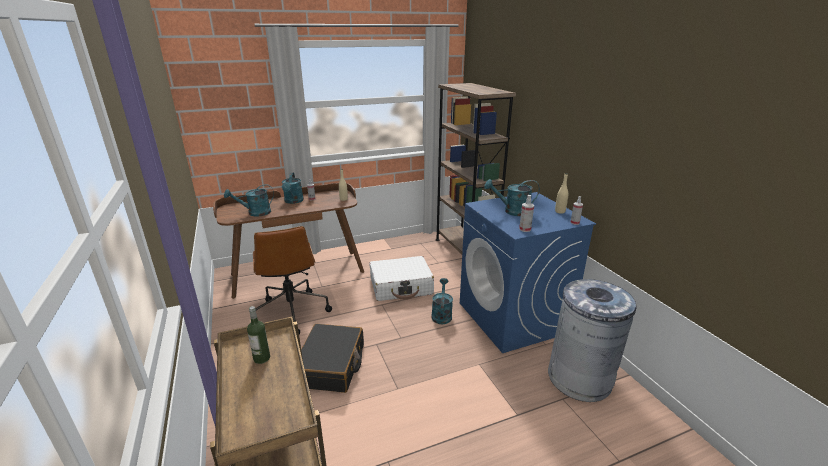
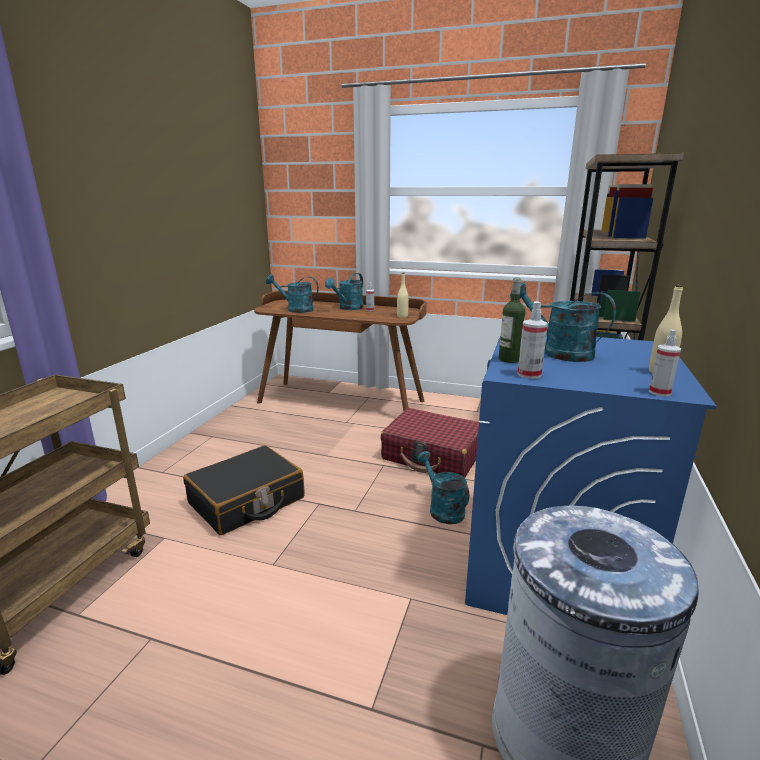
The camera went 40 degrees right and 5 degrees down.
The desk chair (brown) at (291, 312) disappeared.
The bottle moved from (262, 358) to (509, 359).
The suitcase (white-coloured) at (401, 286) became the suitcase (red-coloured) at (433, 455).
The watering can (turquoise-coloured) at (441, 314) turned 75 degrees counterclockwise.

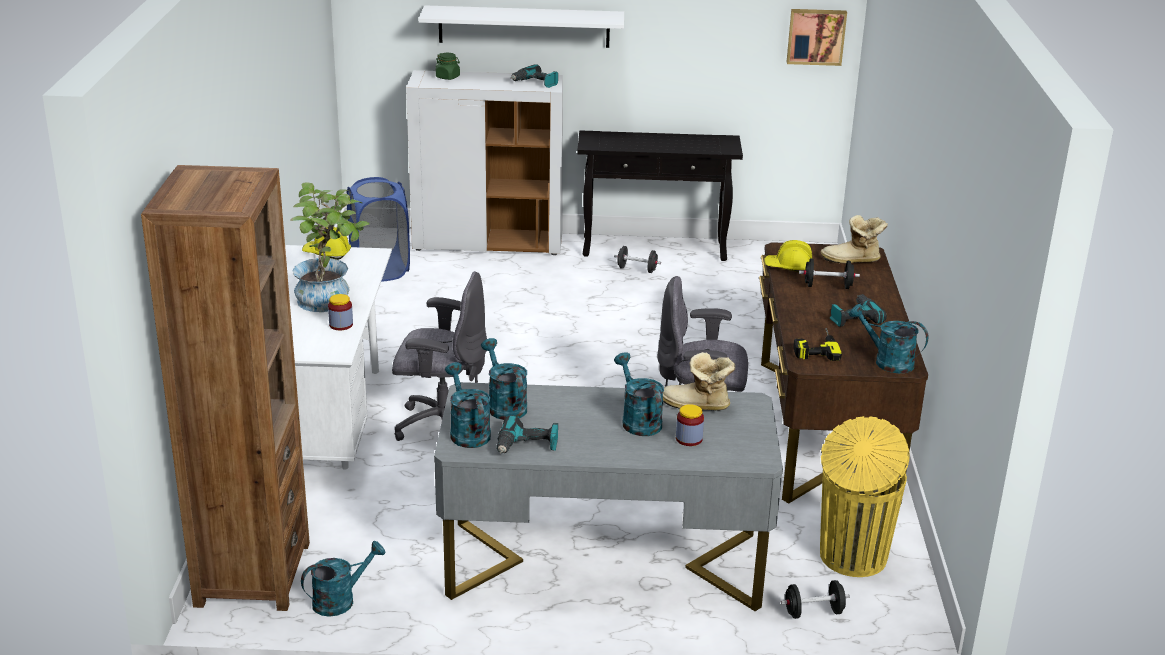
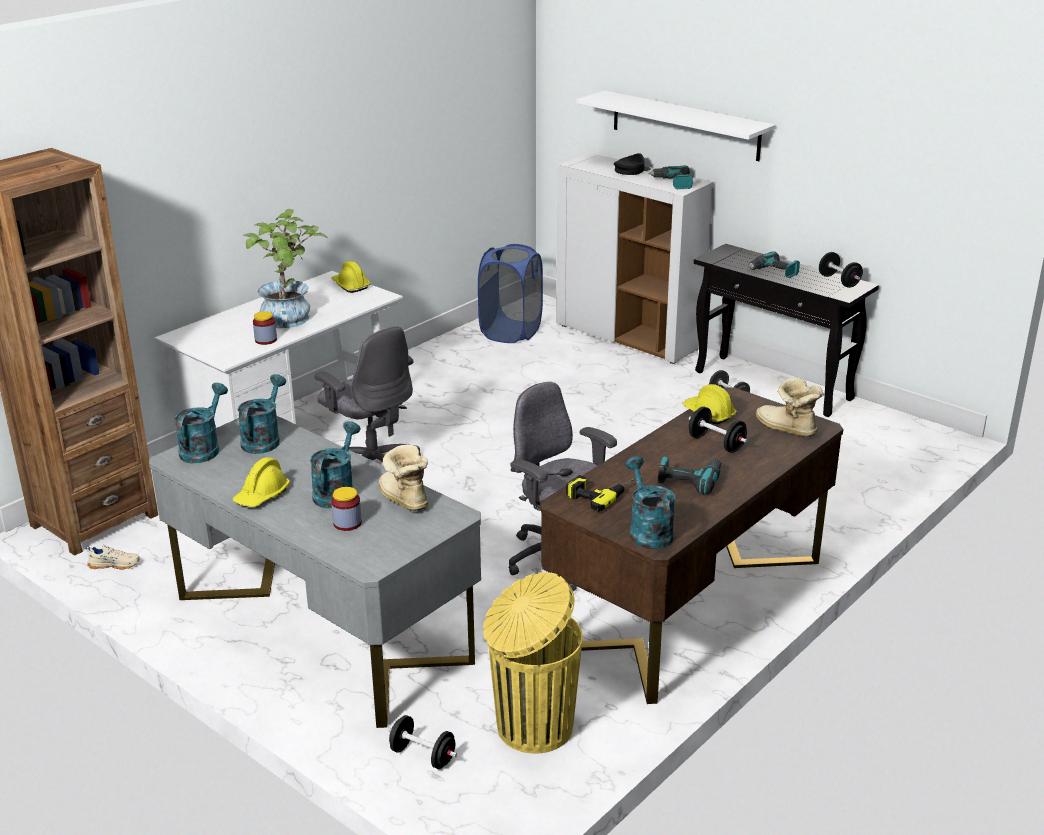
The camera went 40 degrees right and 0 degrees up.
The jar (greenish) at (448, 77) disappeared.
The wall picture at (816, 36) disappeared.
The hard hat (yellow) at (262, 496) appeared.
The peaked cap (black-coloured) at (631, 170) appeared.
The hand weight (black-coloured) at (839, 281) appeared.
The drill moved from (527, 446) to (773, 272).
The watering can (turquoise-coloured) at (340, 600) was replaced by the low shoe (sand-coloured) at (115, 564).

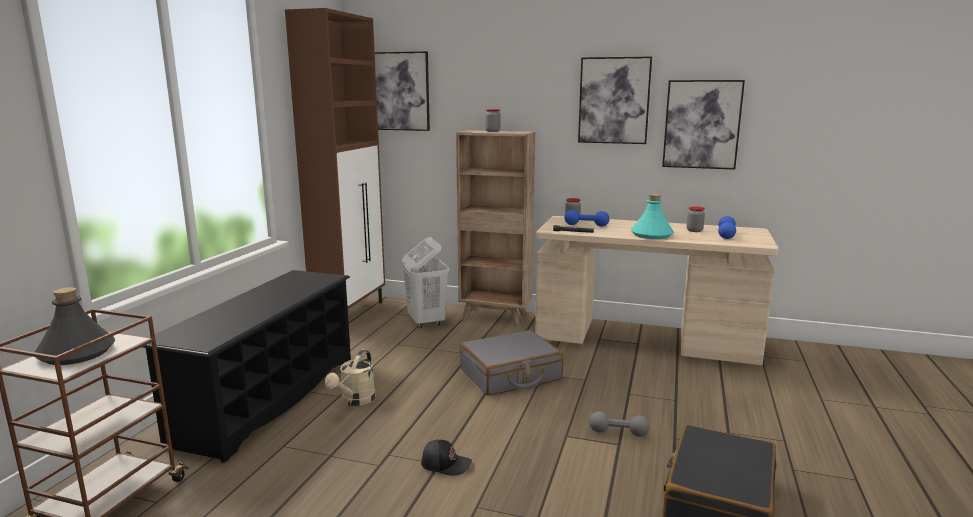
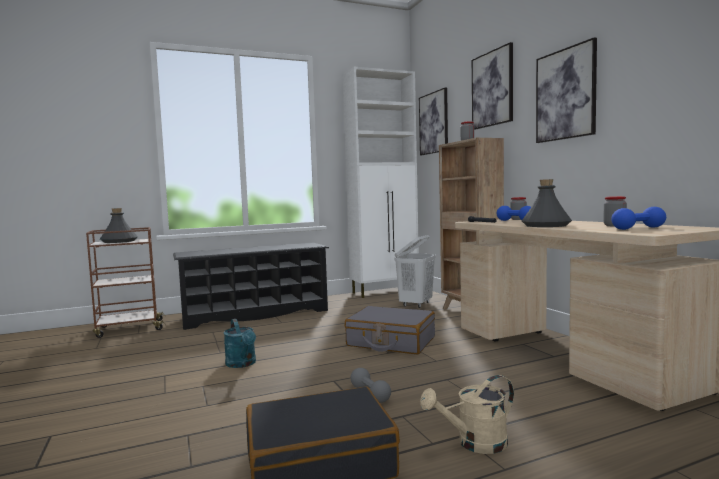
The camera went 50 degrees right and 10 degrees down.
The watering can (sand-coloured) moved from (355, 401) to (474, 443).
The wall picture moved from (702, 124) to (492, 89).
The peaked cap (black-coloured) at (445, 464) was replaced by the watering can (turquoise-coloured) at (242, 364).
The cabinet (brown) at (350, 313) became the cabinet (white-coloured) at (385, 292).
The bottle (turquoise-coloured) at (652, 235) became the bottle (grey) at (546, 225).

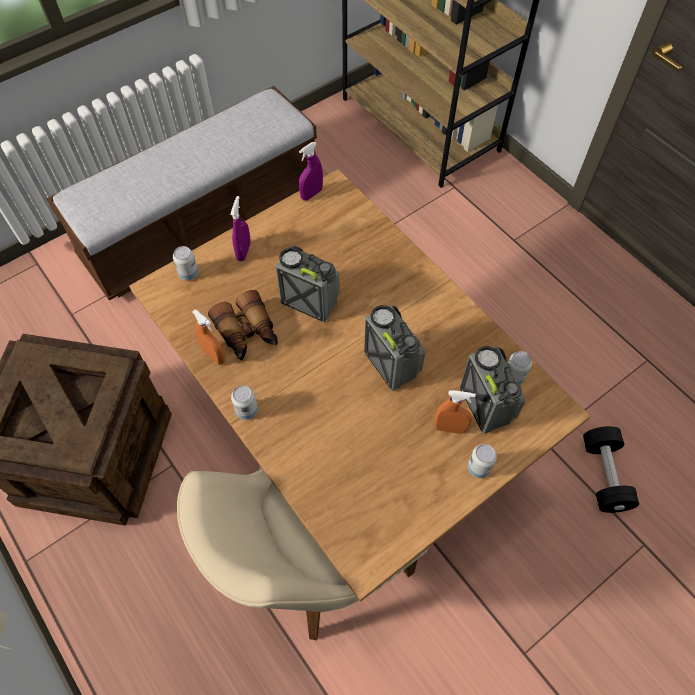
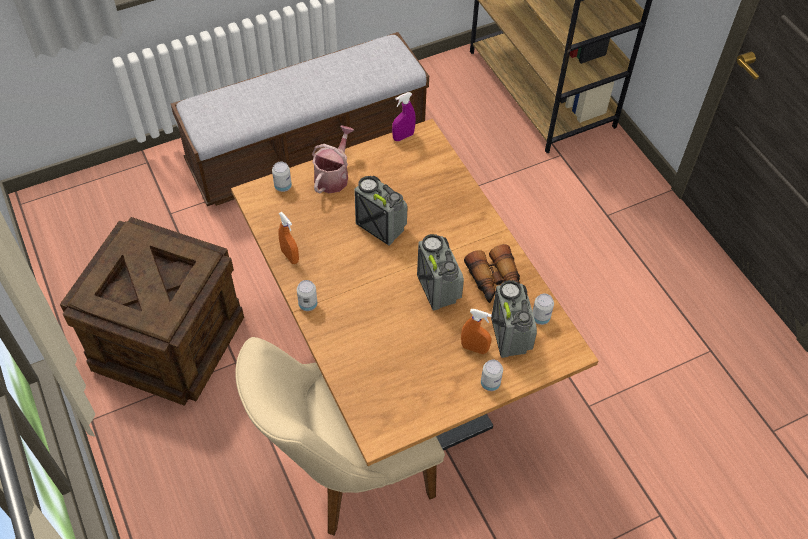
The camera went 10 degrees right and 5 degrees down.
The hand weight (black-coloured) at (604, 475) disappeared.
The binoculars moved from (247, 333) to (495, 281).
The hand sprayer (purple) at (244, 251) was replaced by the watering can at (333, 176).

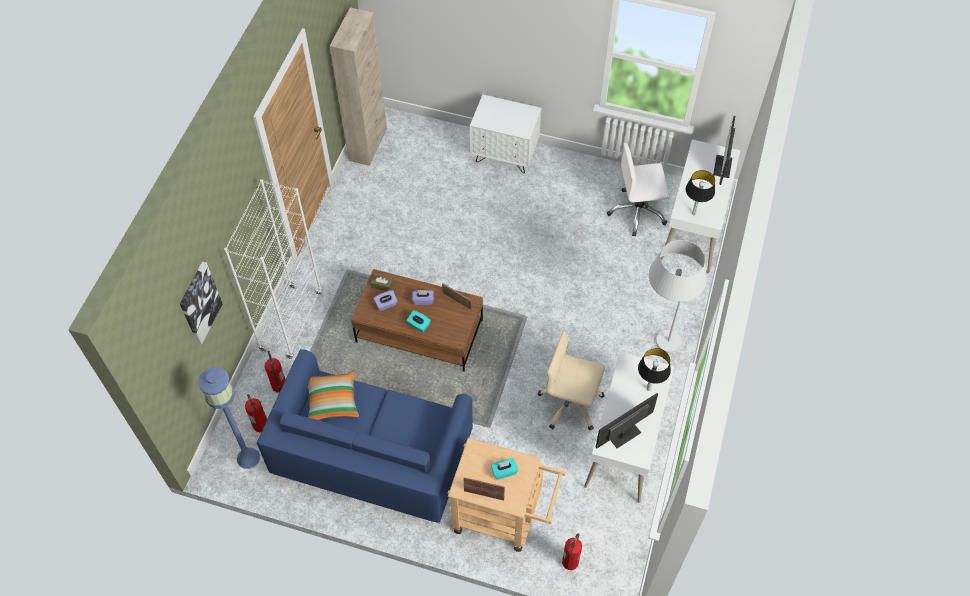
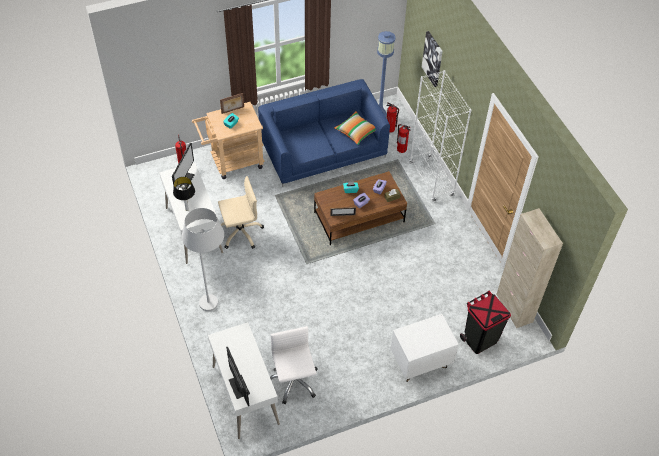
The camera went 140 degrees right and 5 degrees down.
The tabletop lamp at (694, 213) disappeared.
The waste bin (black-coloured) at (479, 339) appeared.
The desk chair (white-coloured) at (637, 212) turned 60 degrees counterclockwise.

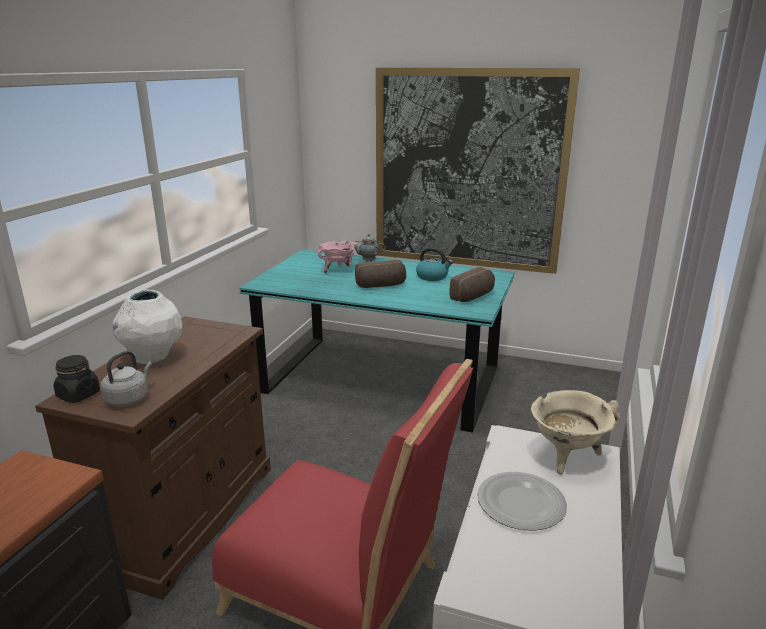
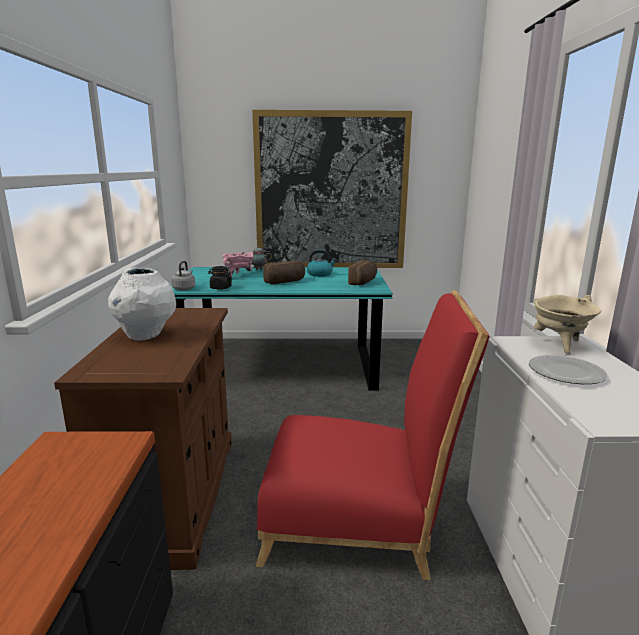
The camera went 20 degrees left and 5 degrees down.
The jar (black-coloured) moved from (78, 395) to (220, 288).
The kettle (grey) moved from (129, 398) to (184, 288).

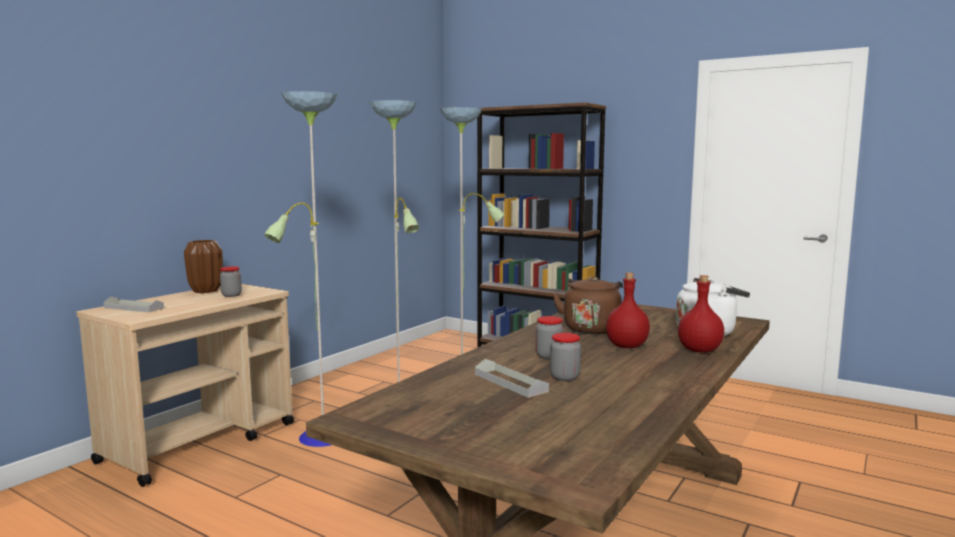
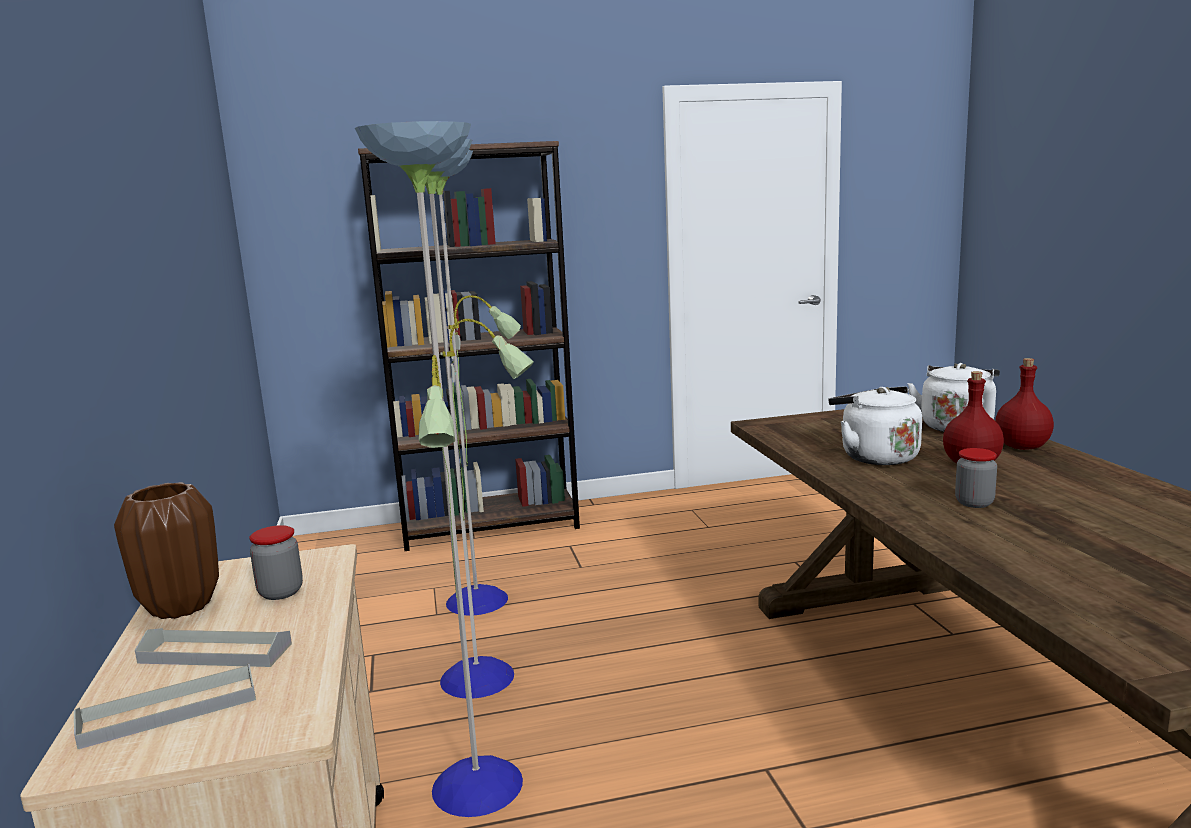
The camera went 45 degrees left and 5 degrees up.
The jar at (564, 377) disappeared.
The serving tray (grey) moved from (510, 383) to (215, 653).
The kettle (brown) at (591, 328) became the kettle (white-coloured) at (875, 457).

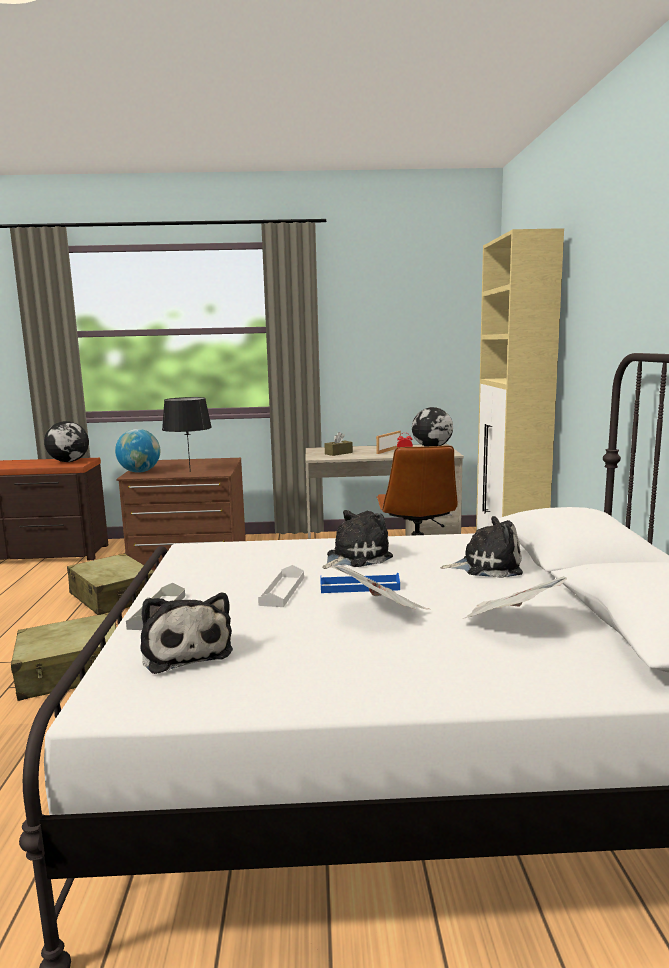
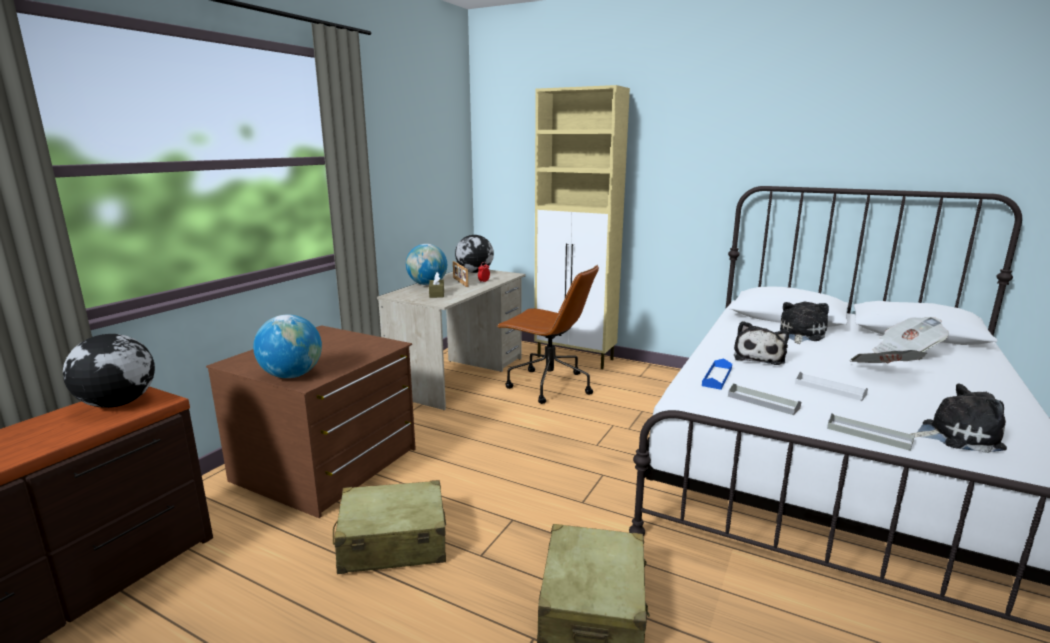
The camera went 60 degrees left and 5 degrees up.
The tabletop lamp (black-coloured) at (190, 472) disappeared.
The desk globe at (427, 284) appeared.
The serving tray (grey) at (763, 402) appeared.
The serving tray (blue) moved from (359, 587) to (717, 377).
The soft toy at (355, 557) turned 150 degrees counterclockwise.

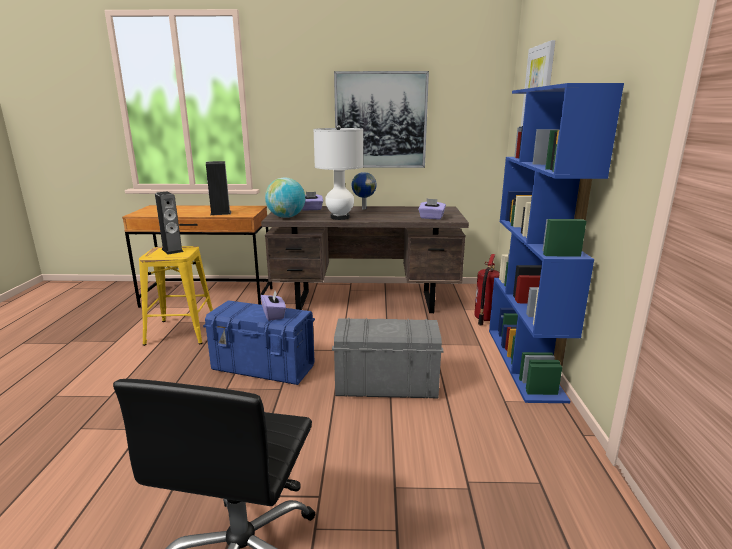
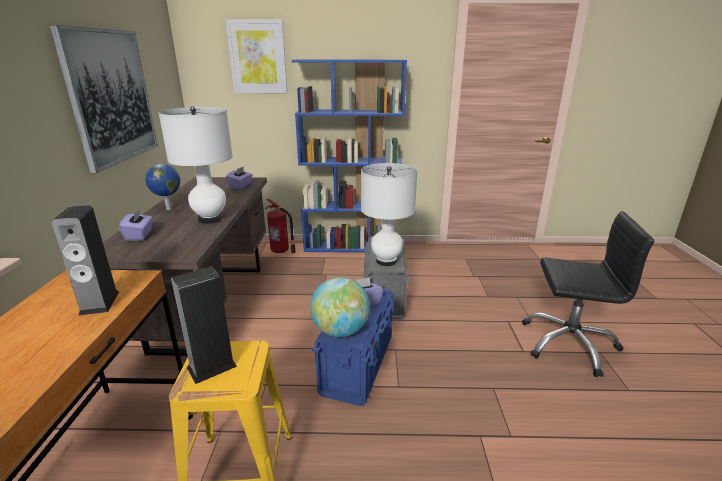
The camera went 90 degrees left and 5 degrees up.
The tabletop lamp (white-coloured) at (386, 261) appeared.
The desk globe moved from (286, 217) to (340, 331).

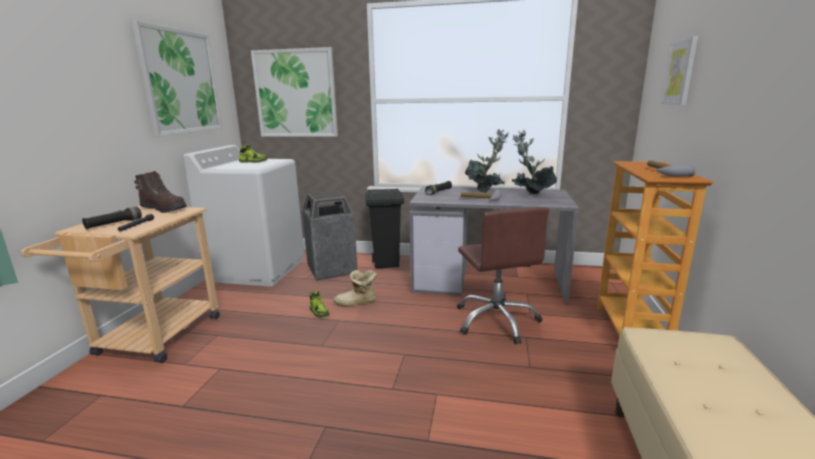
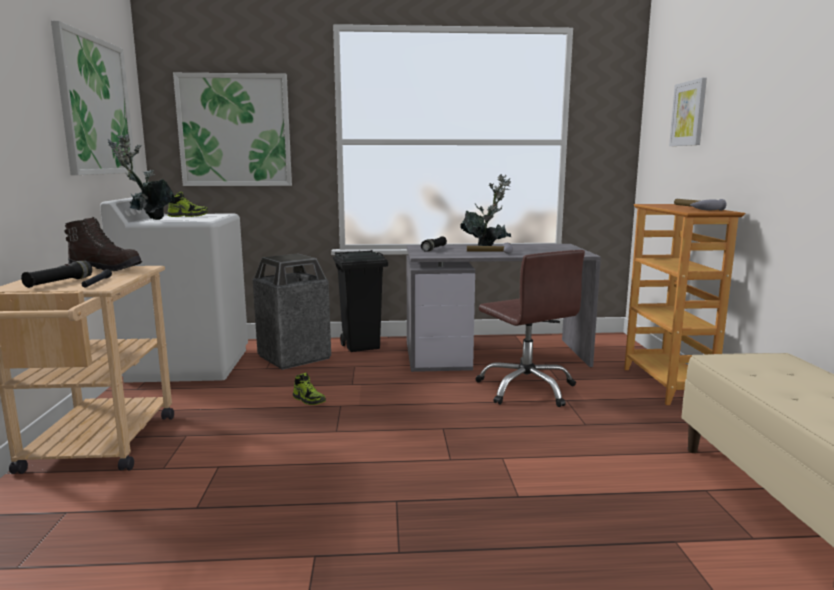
The camera went 15 degrees left and 5 degrees down.
The boot at (357, 303) disappeared.
The plant in a pot moved from (529, 195) to (148, 220).

